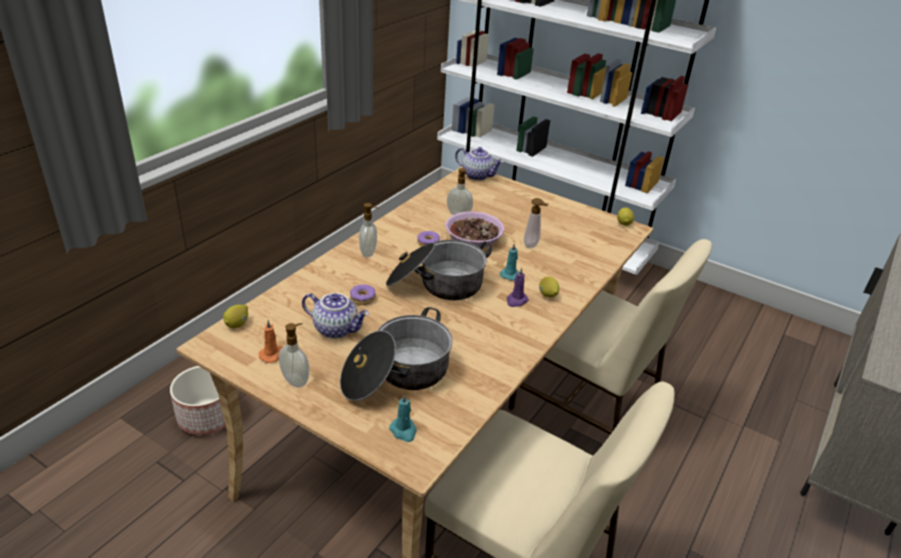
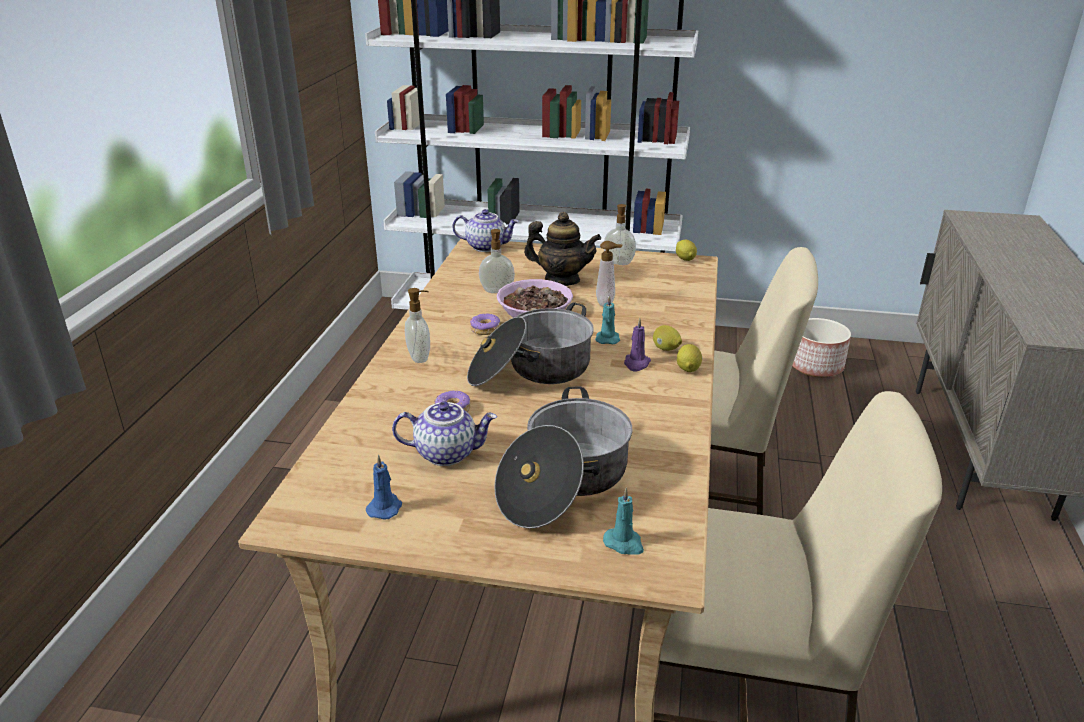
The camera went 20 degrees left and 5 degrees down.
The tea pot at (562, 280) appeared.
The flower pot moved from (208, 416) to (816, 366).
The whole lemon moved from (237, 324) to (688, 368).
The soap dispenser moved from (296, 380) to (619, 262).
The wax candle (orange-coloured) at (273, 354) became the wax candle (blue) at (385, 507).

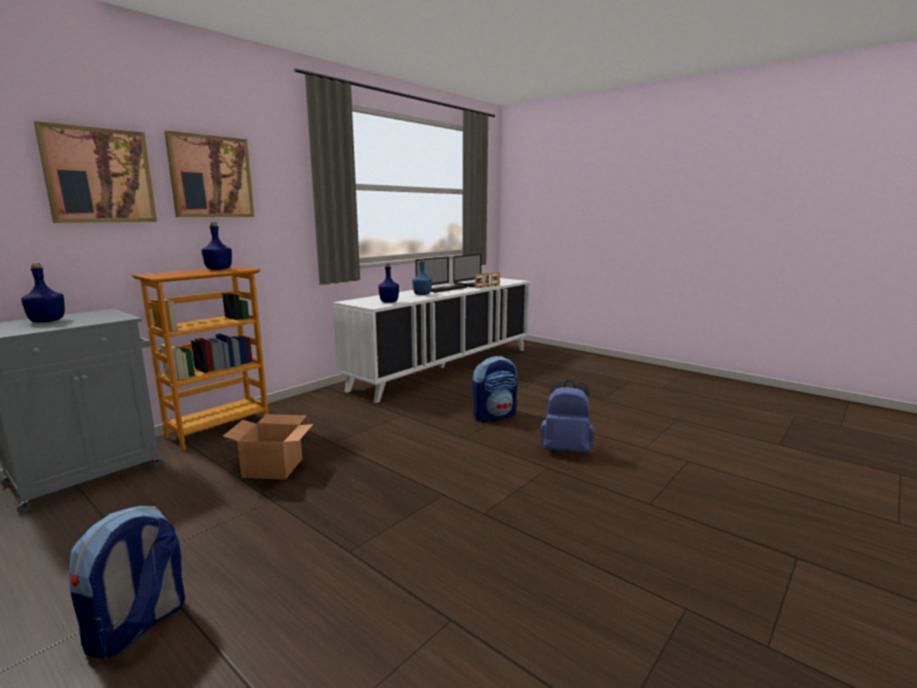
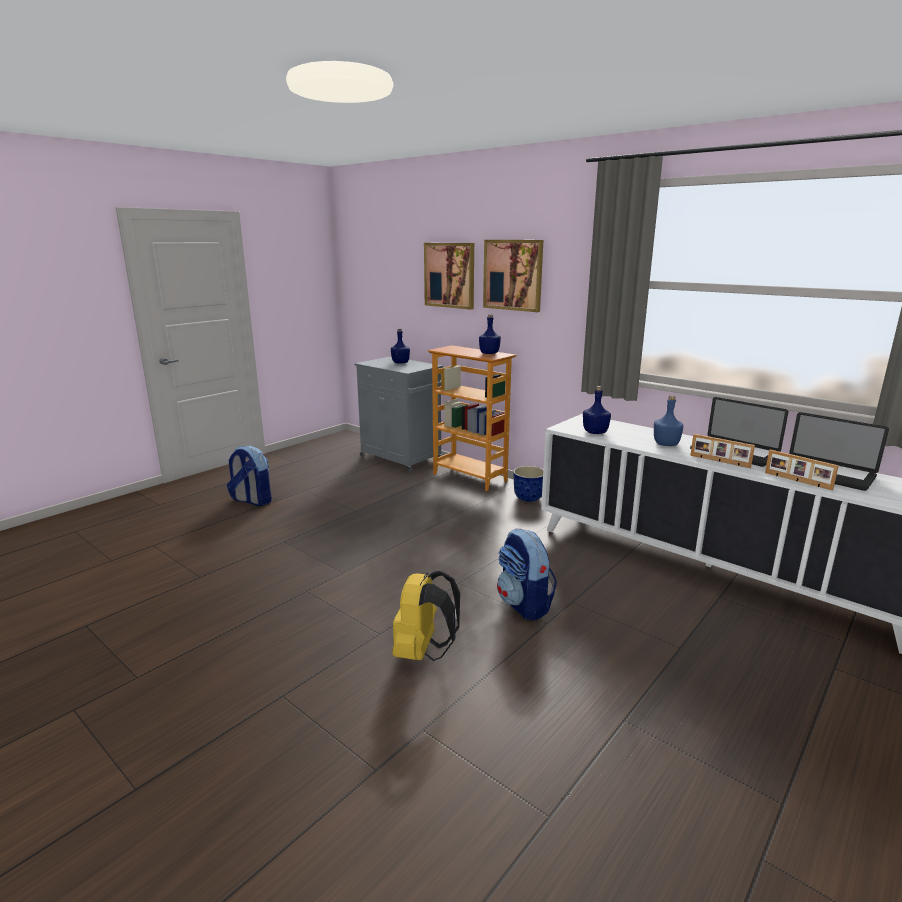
The camera went 90 degrees right and 5 degrees up.
The cardboard box at (272, 468) disappeared.
The flower pot at (529, 498) appeared.
The photo frame at (719, 461) appeared.
The backpack (blue) at (566, 449) became the backpack (yellow) at (423, 652).

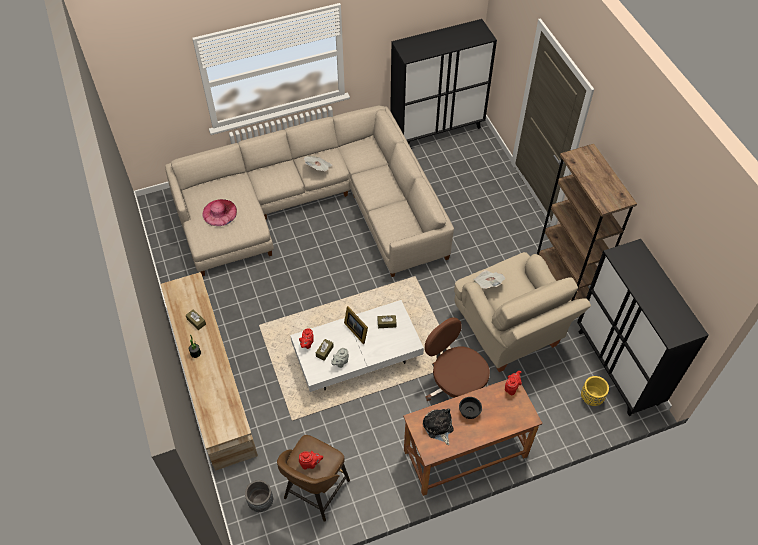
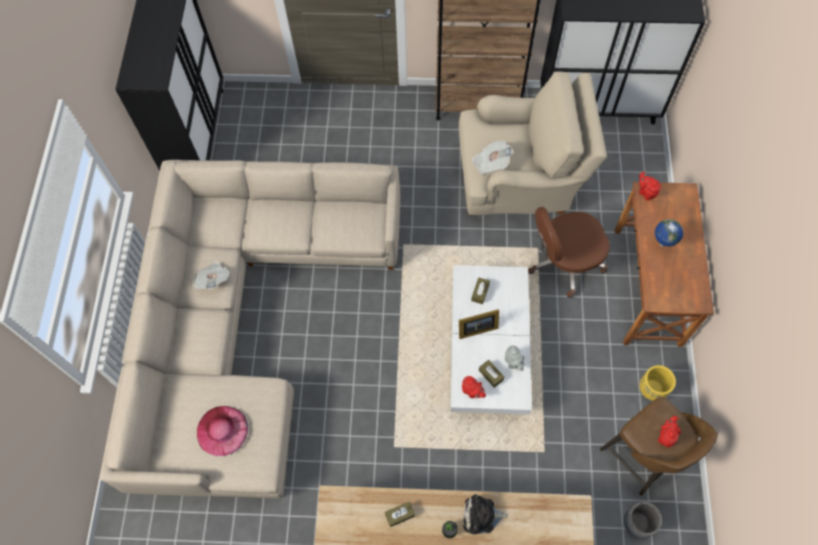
The camera went 65 degrees left and 10 degrees up.
The soft toy moved from (438, 427) to (481, 516).
The flower pot (yellow) moved from (591, 398) to (652, 389).
The bowl (black-coloured) at (468, 411) was replaced by the desk globe at (661, 245).

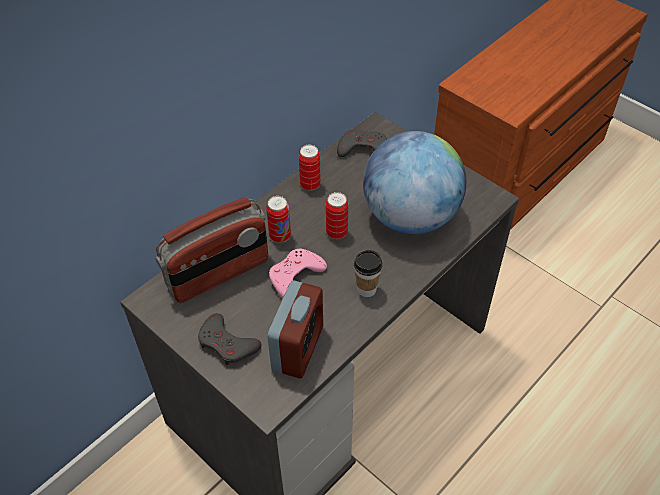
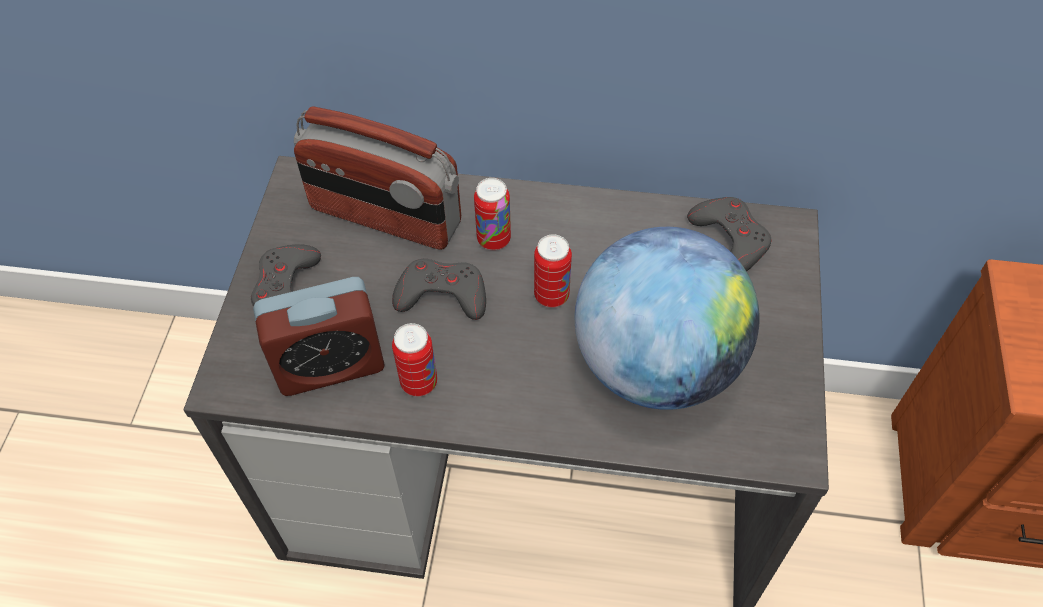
The camera went 55 degrees right and 5 degrees up.
The cup at (366, 289) disappeared.
The sealed can moved from (310, 184) to (419, 382).
The joypad (pinkish) at (295, 276) became the joypad (grey) at (442, 294).

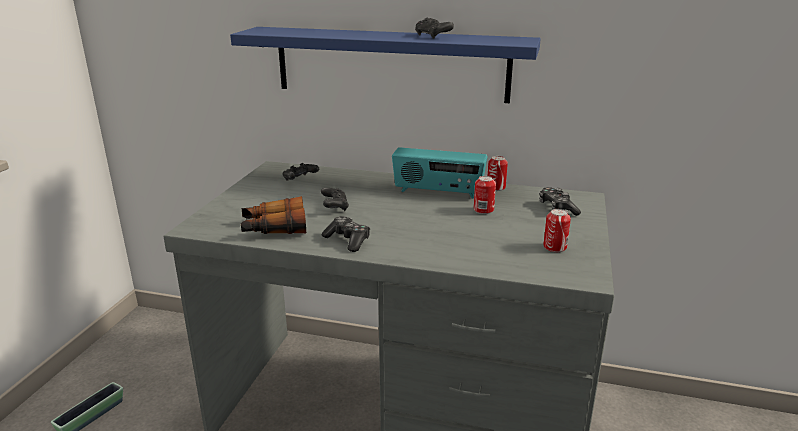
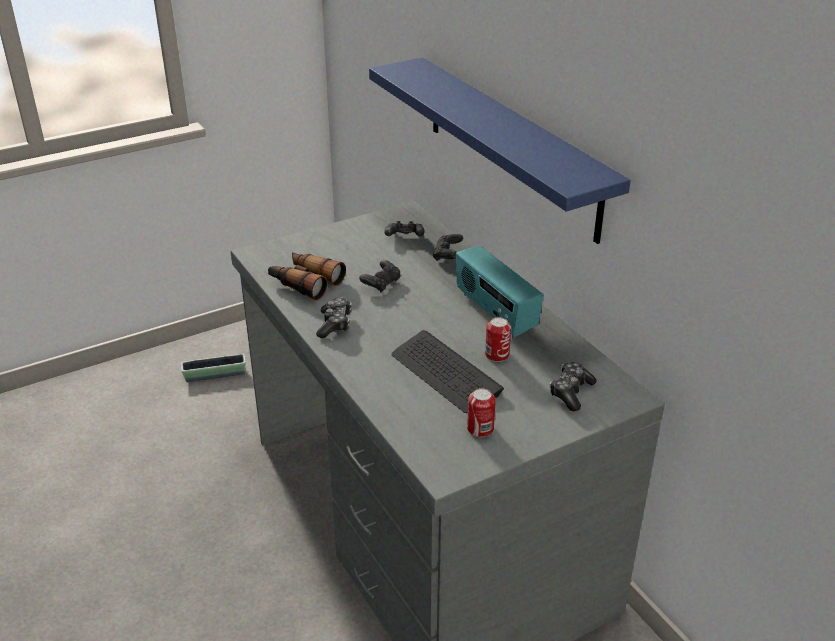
The camera went 45 degrees right and 10 degrees up.
The sealed can at (496, 187) disappeared.
The PC keyboard at (445, 373) appeared.
The joypad (black-coloured) moved from (433, 36) to (447, 255).

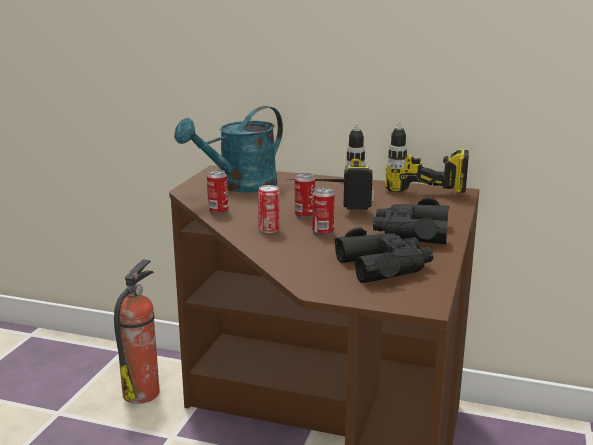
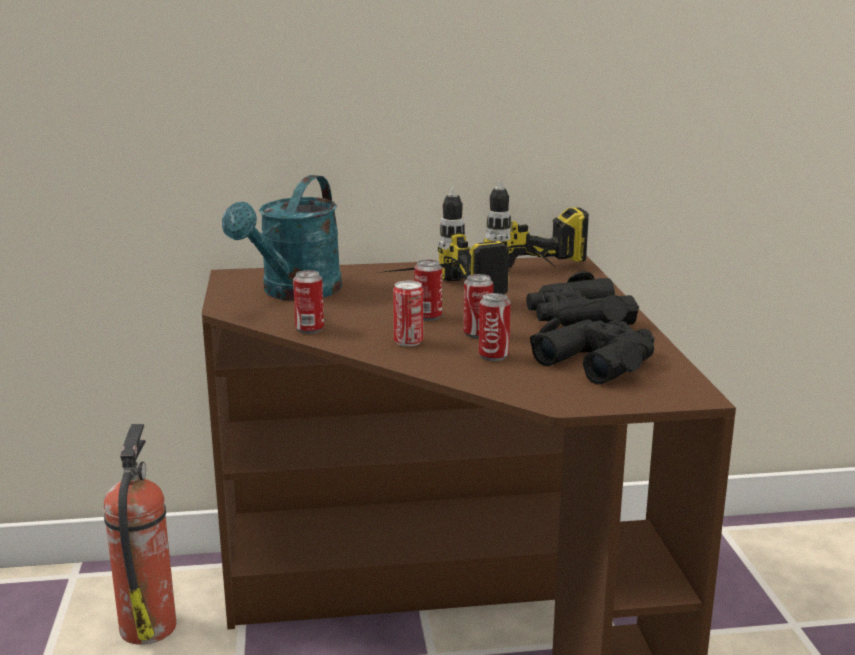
The camera went 25 degrees left and 0 degrees up.
The sealed can at (493, 356) appeared.

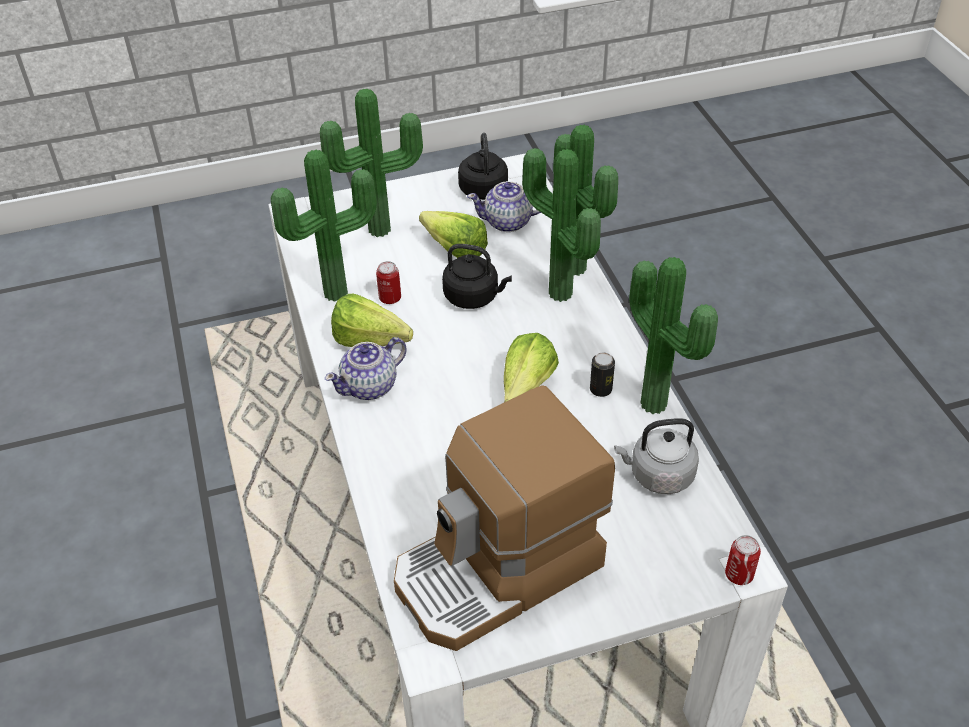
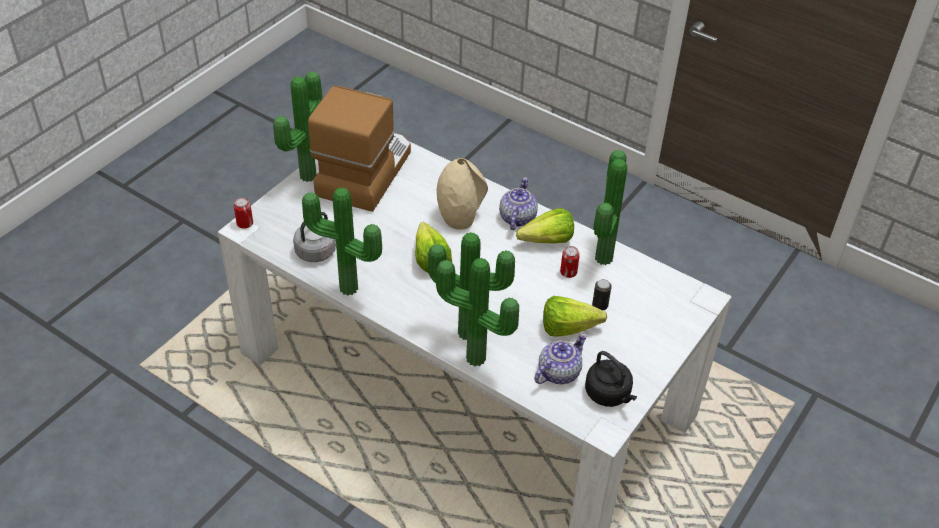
The camera went 140 degrees right and 0 degrees up.
The kettle (black-coloured) at (474, 297) disappeared.
The decorative vase (sand-coloured) at (460, 217) appeared.
The plant in a pot moved from (382, 232) to (305, 175).
The sealed can moved from (600, 389) to (600, 305).

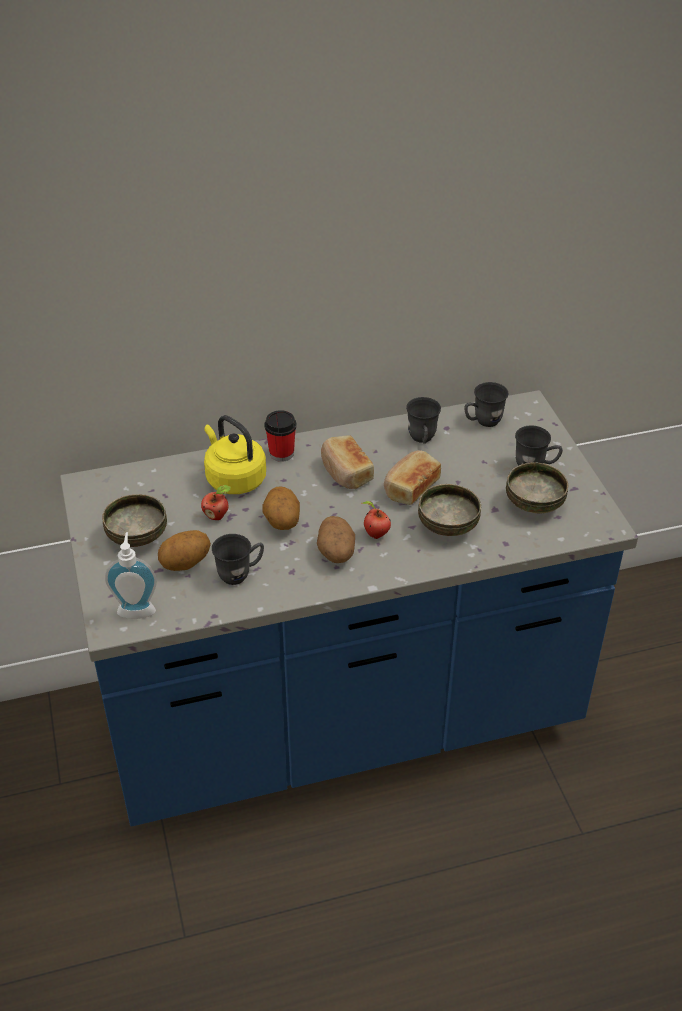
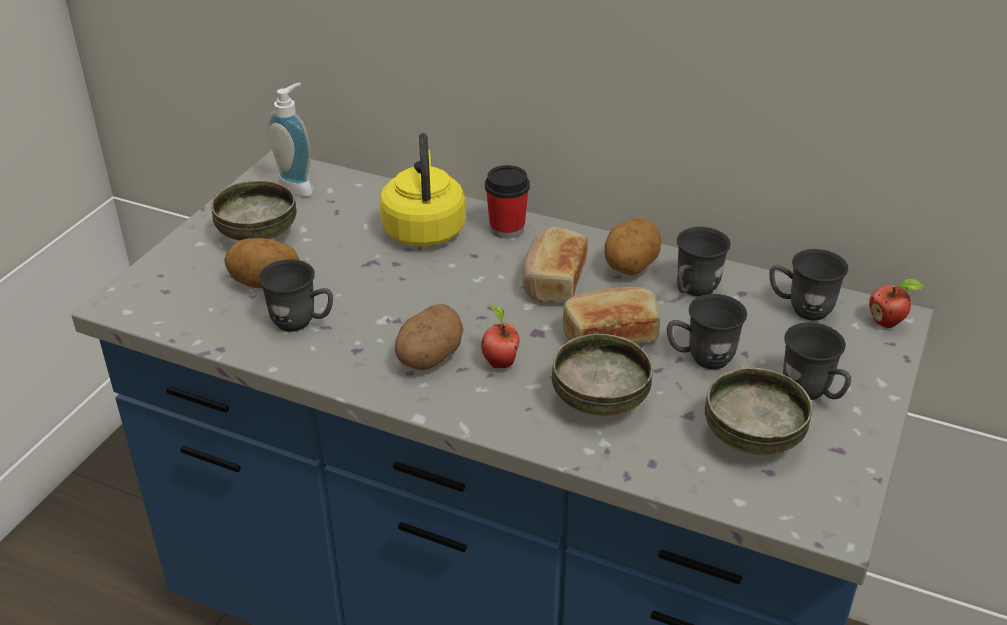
The camera went 40 degrees right and 5 degrees down.
The coffee mug (grey) at (701, 358) appeared.
The soap dispenser moved from (137, 608) to (299, 186).
The apple fruit moved from (217, 516) to (887, 323).
The whole potato moved from (281, 522) to (630, 267).

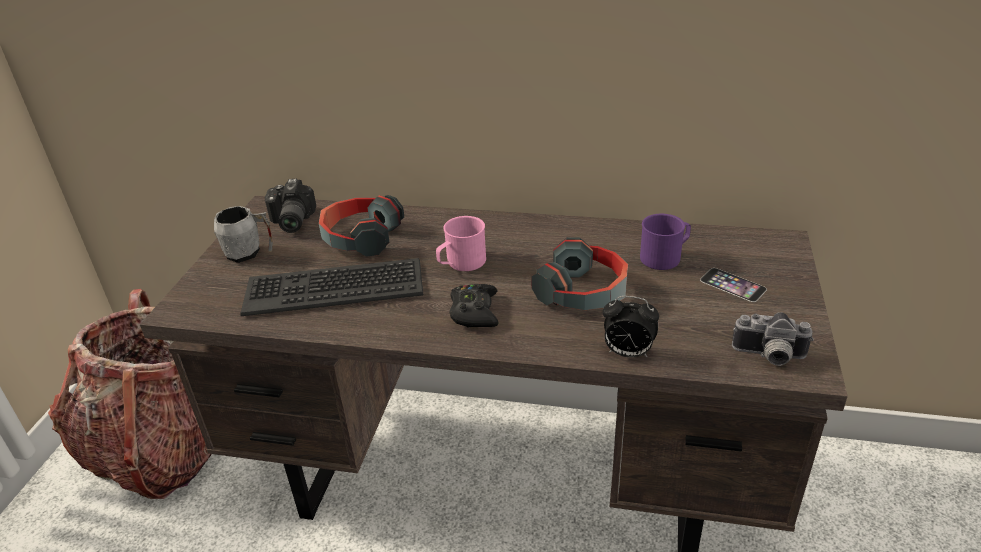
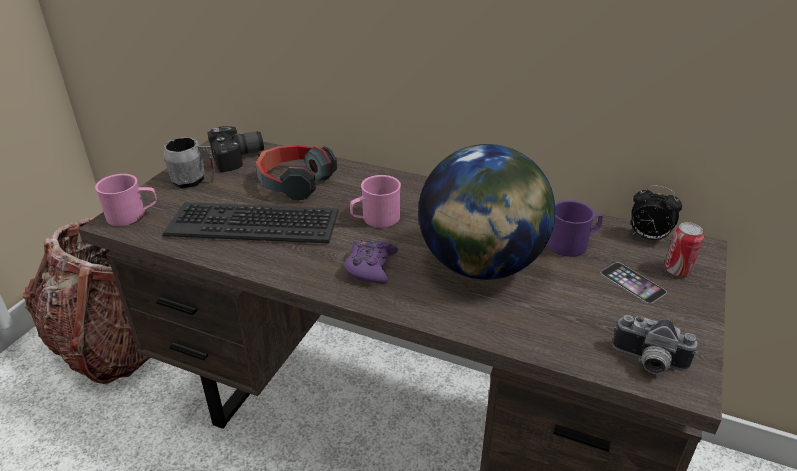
The camera went 10 degrees right and 0 degrees up.
The coffee mug (pinkish) at (133, 215) appeared.
The sealed can at (677, 270) appeared.
The bedside clock moved from (627, 353) to (647, 237).
The pair of headphones at (584, 292) was replaced by the desk globe at (481, 265).
The joypad (black-coloured) at (474, 312) became the joypad (purple) at (370, 267).
The photo camera at (290, 221) turned 120 degrees counterclockwise.

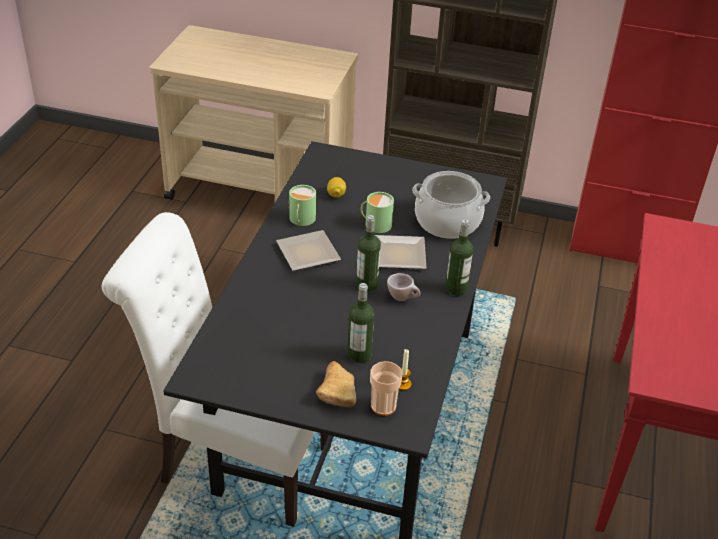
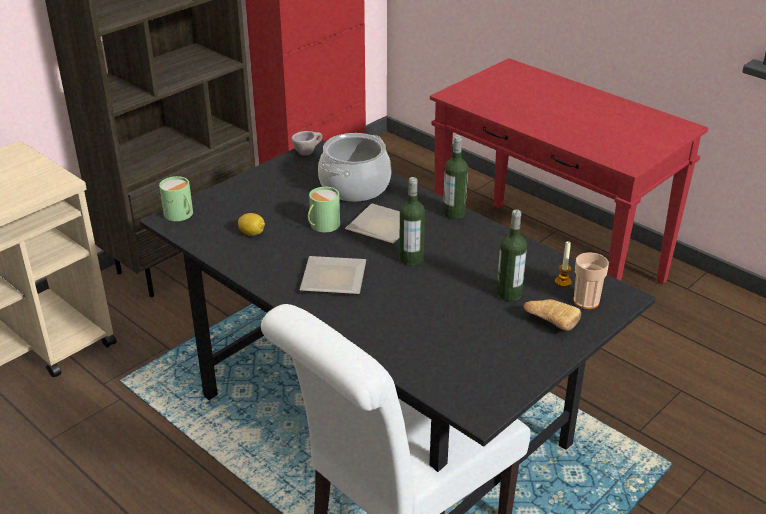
The camera went 60 degrees left and 5 degrees down.
The coffee mug (greenish) moved from (301, 219) to (180, 215).
The cup (sand-coloured) moved from (403, 298) to (308, 152).

